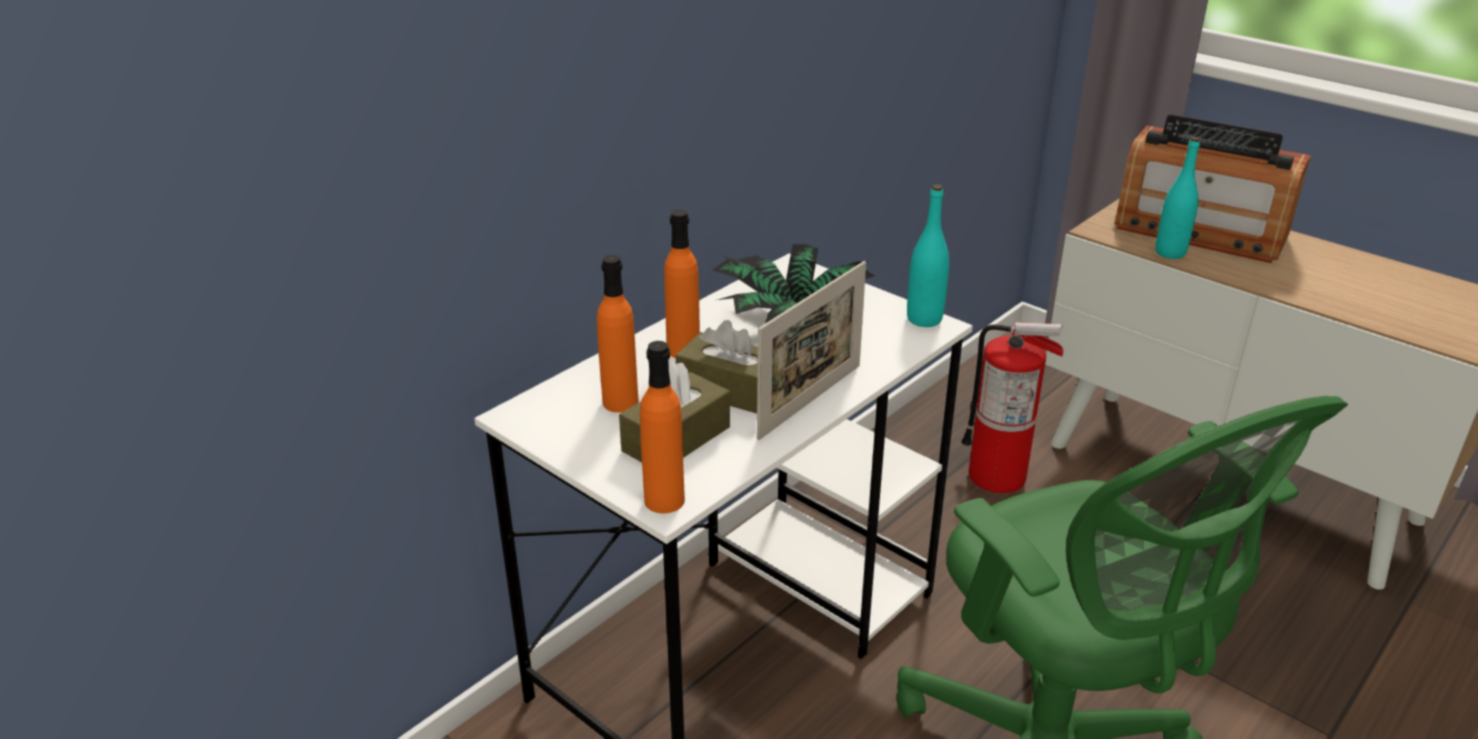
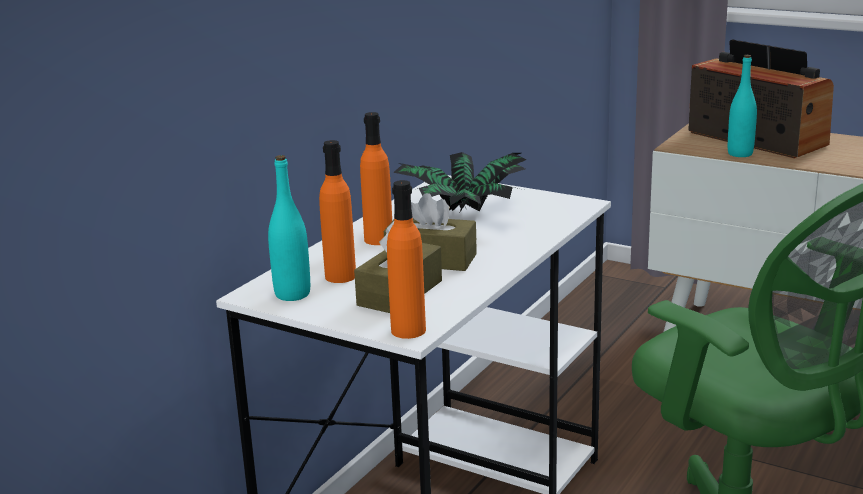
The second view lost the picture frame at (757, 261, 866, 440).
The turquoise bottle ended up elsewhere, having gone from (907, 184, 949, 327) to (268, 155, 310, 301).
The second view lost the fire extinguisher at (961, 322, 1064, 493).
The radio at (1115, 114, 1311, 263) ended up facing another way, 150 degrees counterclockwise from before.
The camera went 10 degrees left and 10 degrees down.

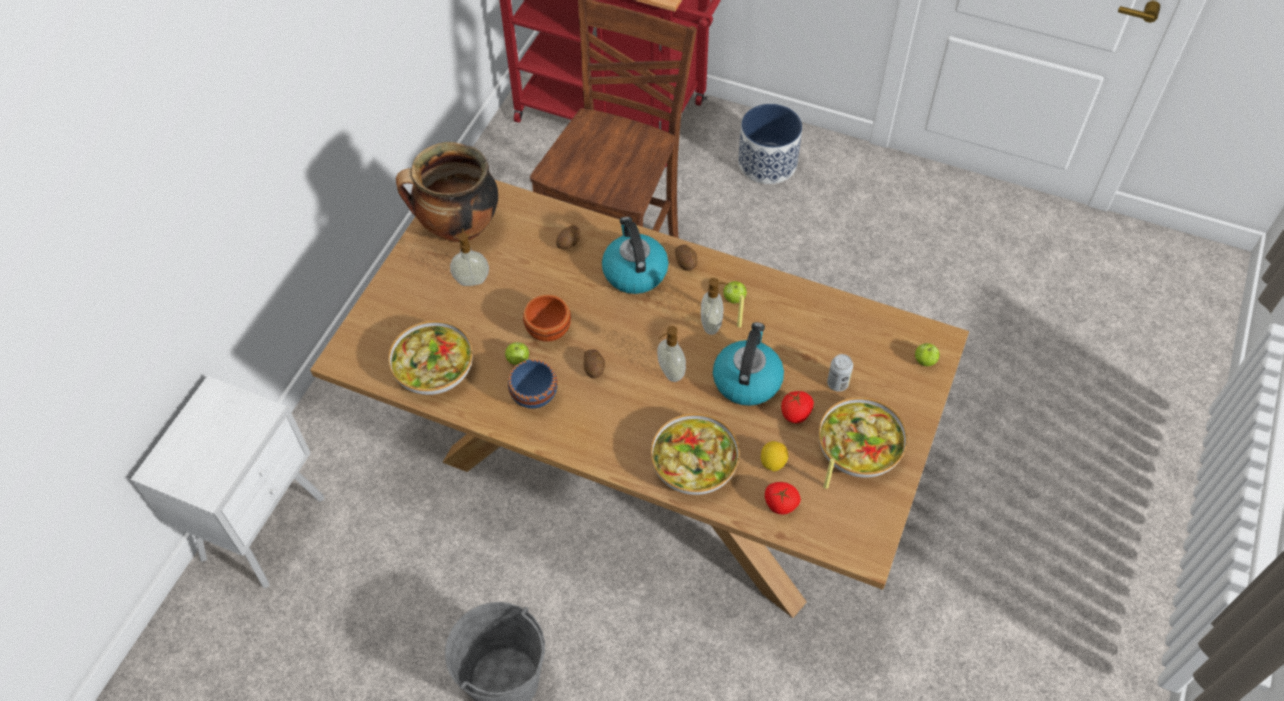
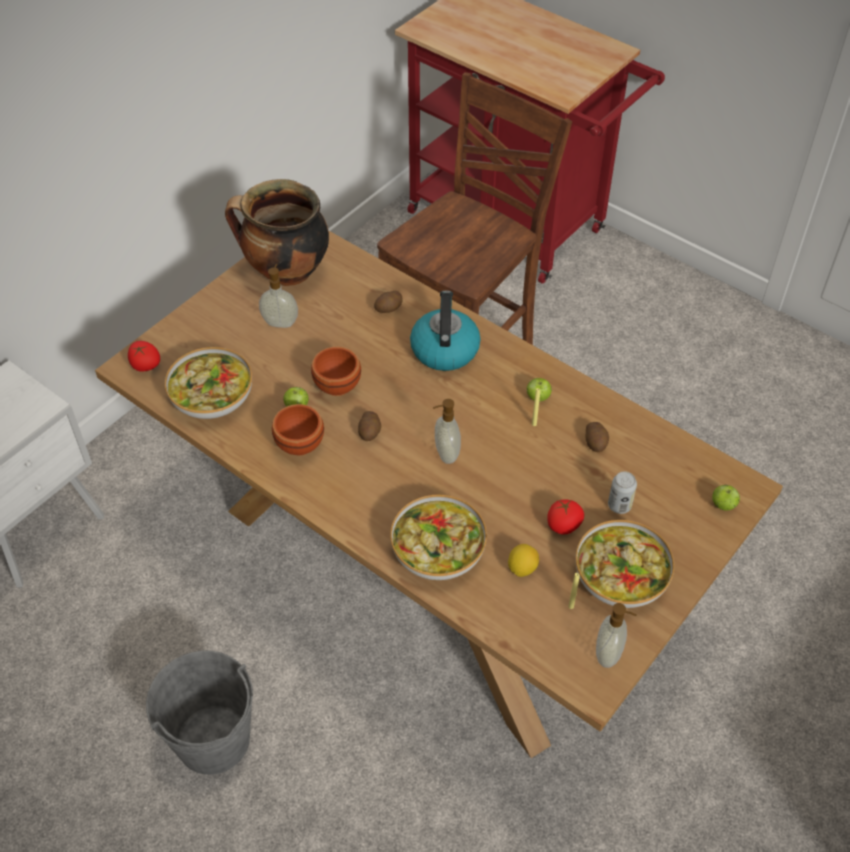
What was the blue bowl at (508, 359, 557, 409) turned into the brown bowl at (272, 404, 324, 455).
The potato ended up elsewhere, having gone from (675, 245, 697, 271) to (586, 422, 609, 452).
The soap dispenser ended up elsewhere, having gone from (701, 278, 728, 335) to (596, 603, 637, 668).
The second view lost the kettle at (713, 322, 784, 406).
The second view lost the planter at (738, 104, 802, 184).
The tomato ended up elsewhere, having gone from (765, 482, 801, 514) to (128, 341, 160, 372).
The camera went 15 degrees right and 5 degrees down.

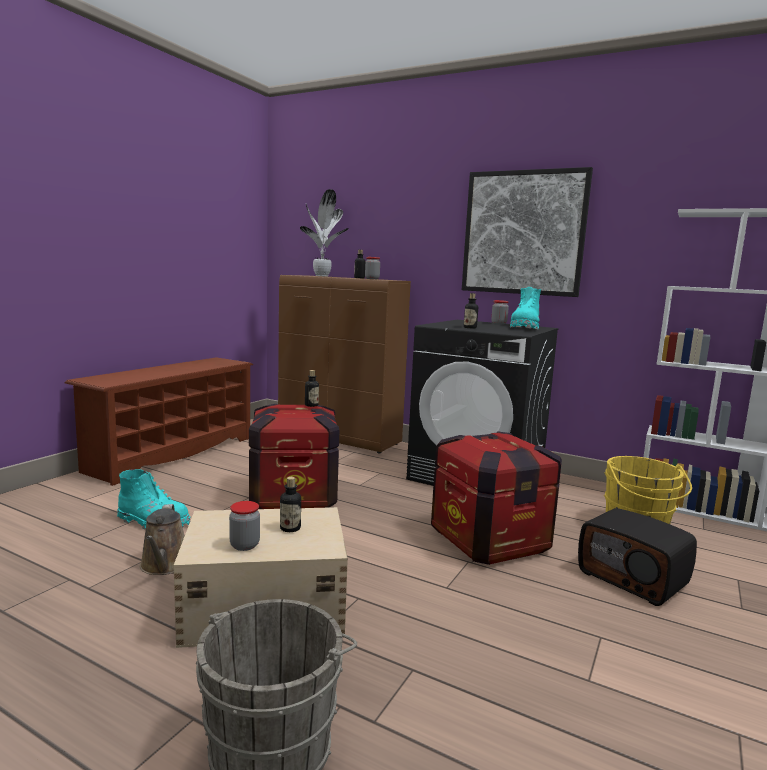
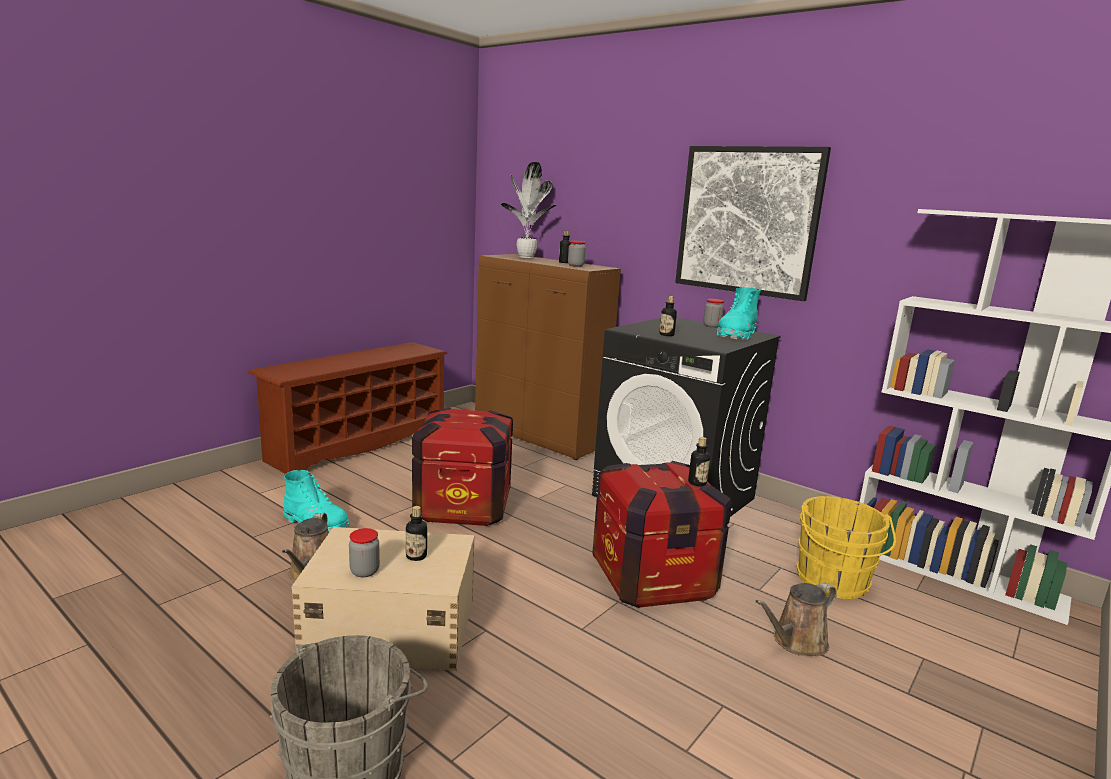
The bottle ended up elsewhere, having gone from (305, 370, 319, 407) to (688, 437, 710, 486).
Where the radio stood at (578, 508, 697, 606), the brown watering can came to stand at (755, 582, 837, 656).
The camera went 10 degrees right and 5 degrees up.

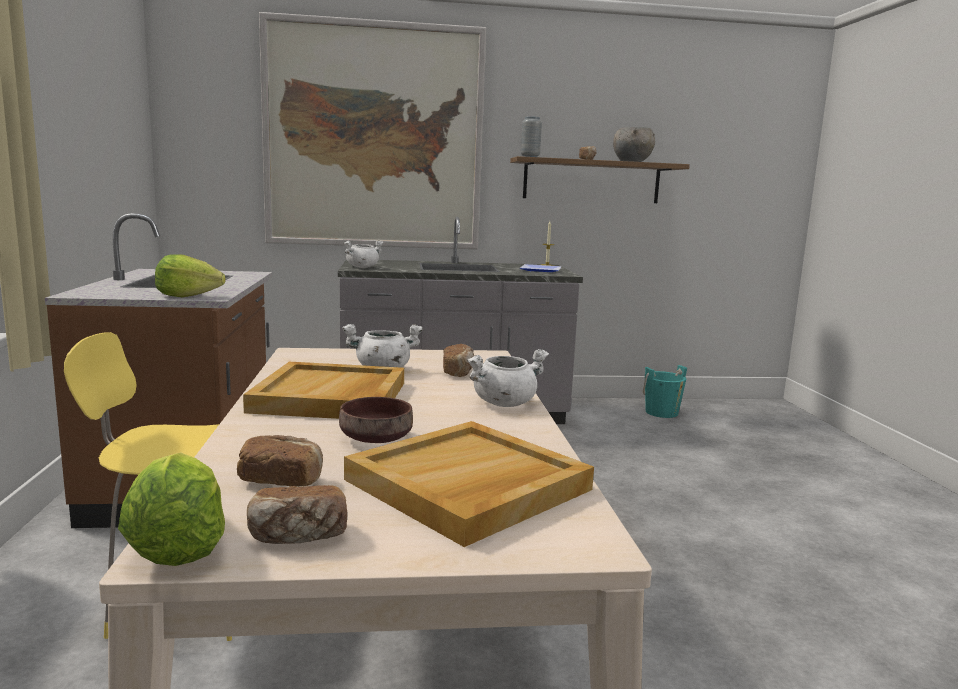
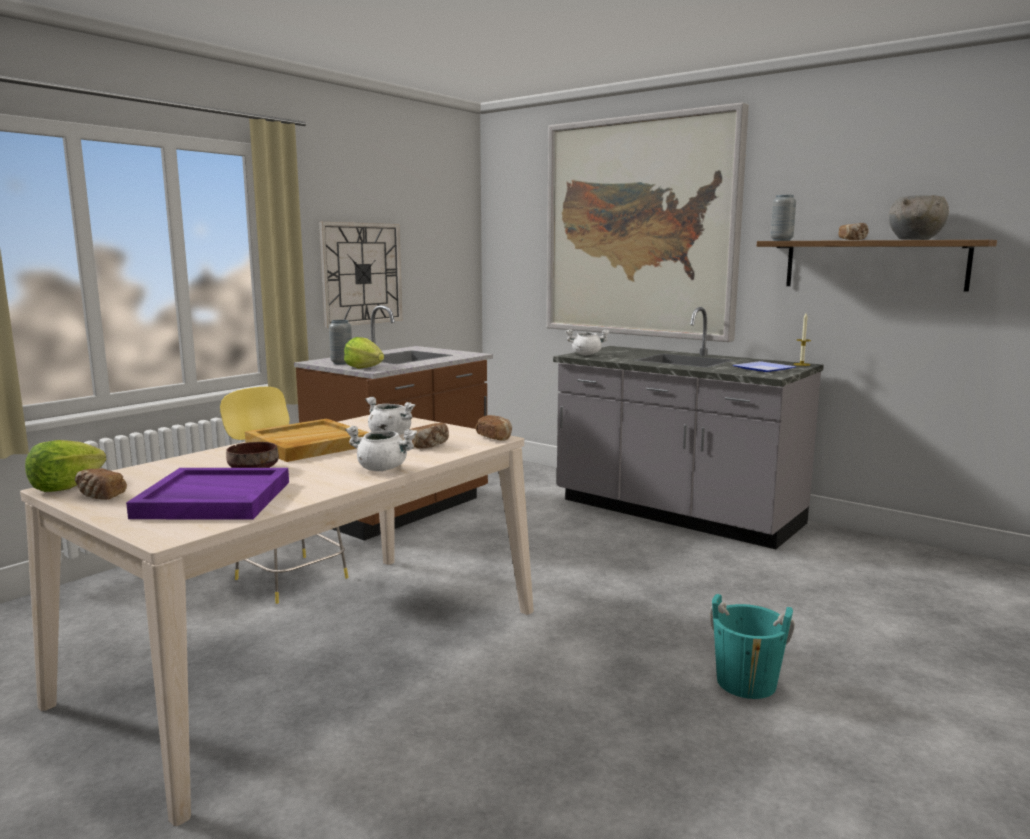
The bread ended up elsewhere, having gone from (237, 435, 323, 487) to (476, 415, 512, 440).
What was the beige tray at (344, 421, 594, 547) turned into the purple tray at (126, 468, 289, 519).
The turquoise bucket ended up elsewhere, having gone from (643, 365, 687, 418) to (710, 594, 795, 699).
The second view gained the wall clock at (319, 222, 402, 328).
The second view gained the grey vase at (329, 320, 352, 365).
The camera went 45 degrees right and 0 degrees up.

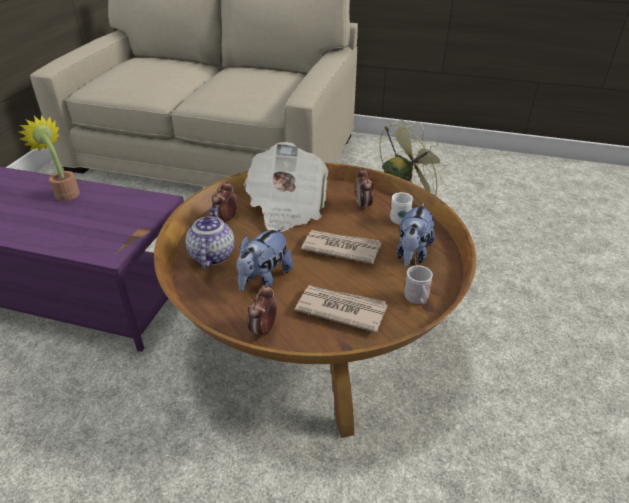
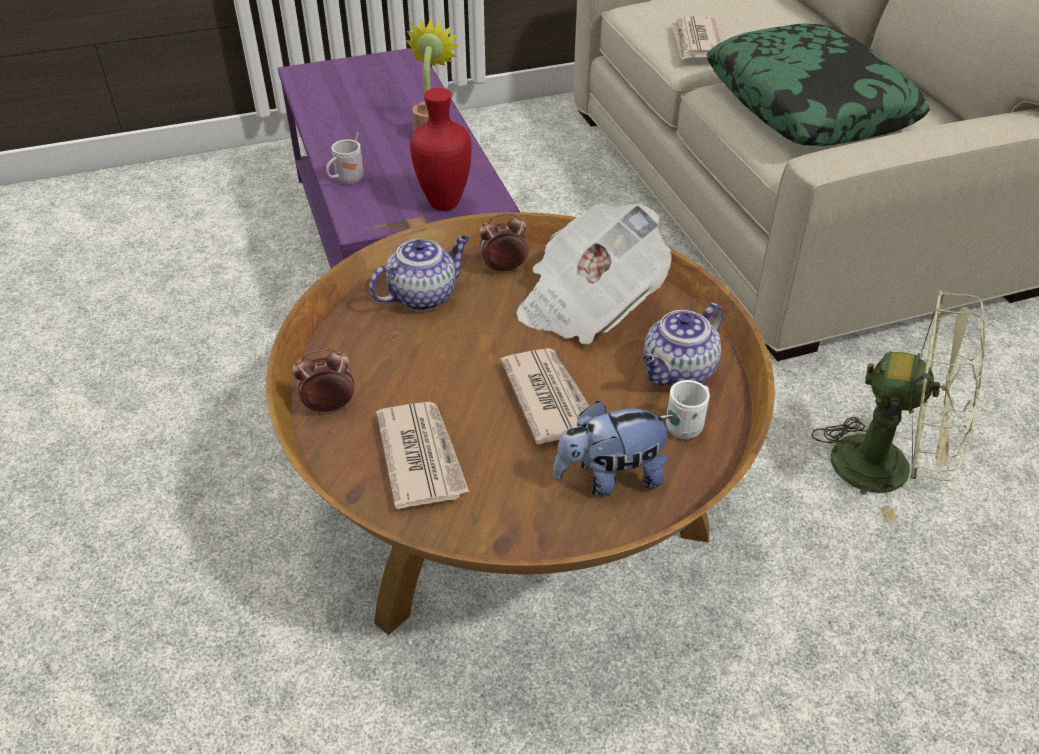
The second view lost the plush toy at (236, 226, 293, 291).
Where the alarm clock stood at (355, 168, 373, 211), the teapot came to stand at (642, 303, 723, 387).
The white mug ended up elsewhere, having gone from (404, 257, 433, 304) to (326, 132, 363, 184).
The second view gained the red vase at (410, 88, 472, 211).
The second view gained the newspaper at (671, 16, 721, 60).
The second view gained the pillow at (707, 24, 930, 146).
The camera went 55 degrees right and 5 degrees up.

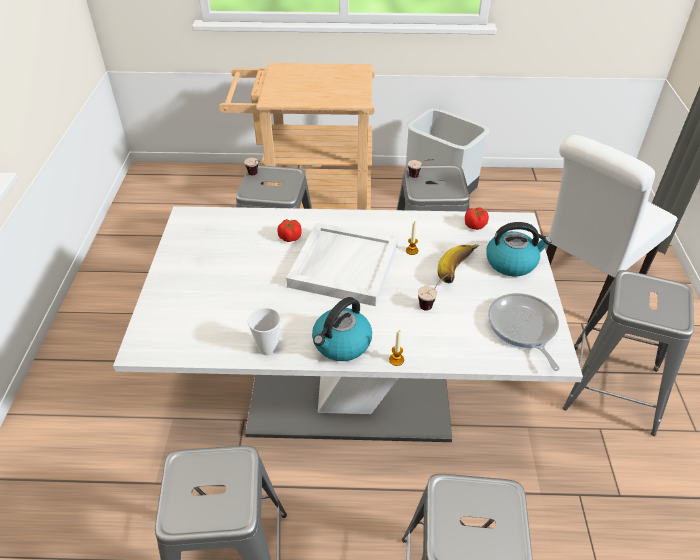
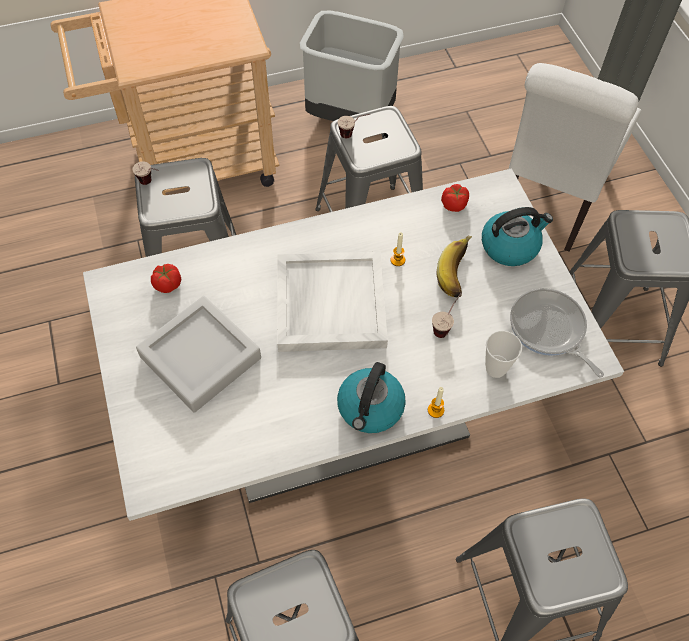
The cup ended up elsewhere, having gone from (248, 308, 281, 355) to (485, 331, 522, 378).
The tomato ended up elsewhere, having gone from (277, 219, 302, 242) to (151, 264, 181, 293).
The second view gained the grey tray at (136, 296, 261, 413).
The camera went 20 degrees left and 15 degrees up.

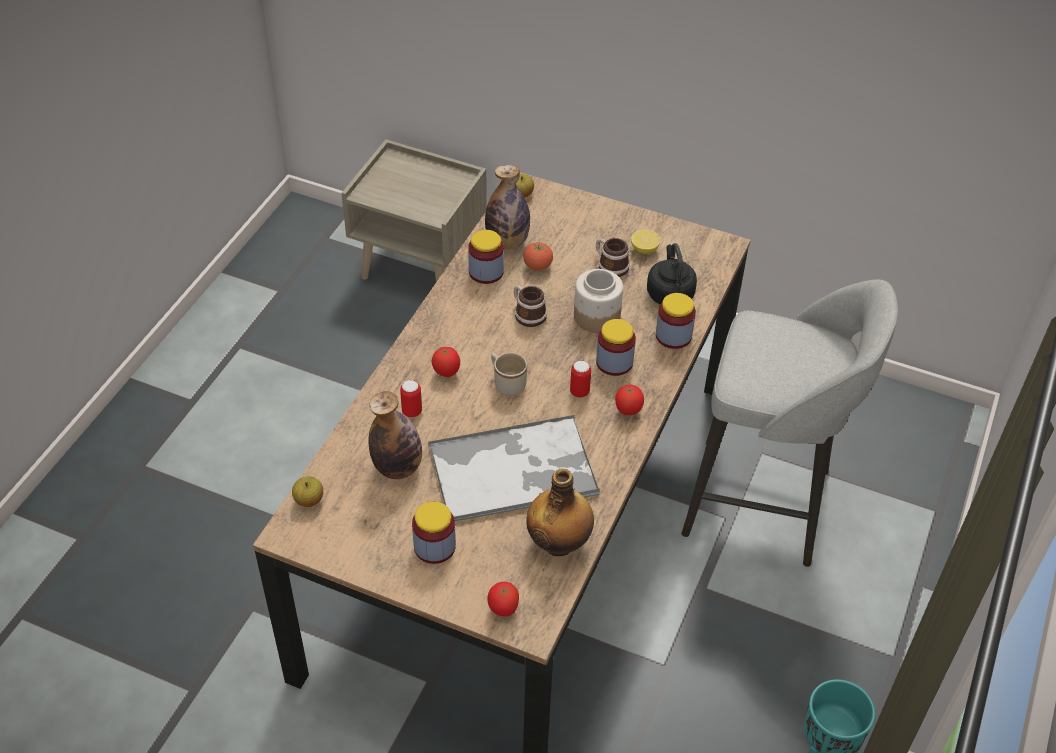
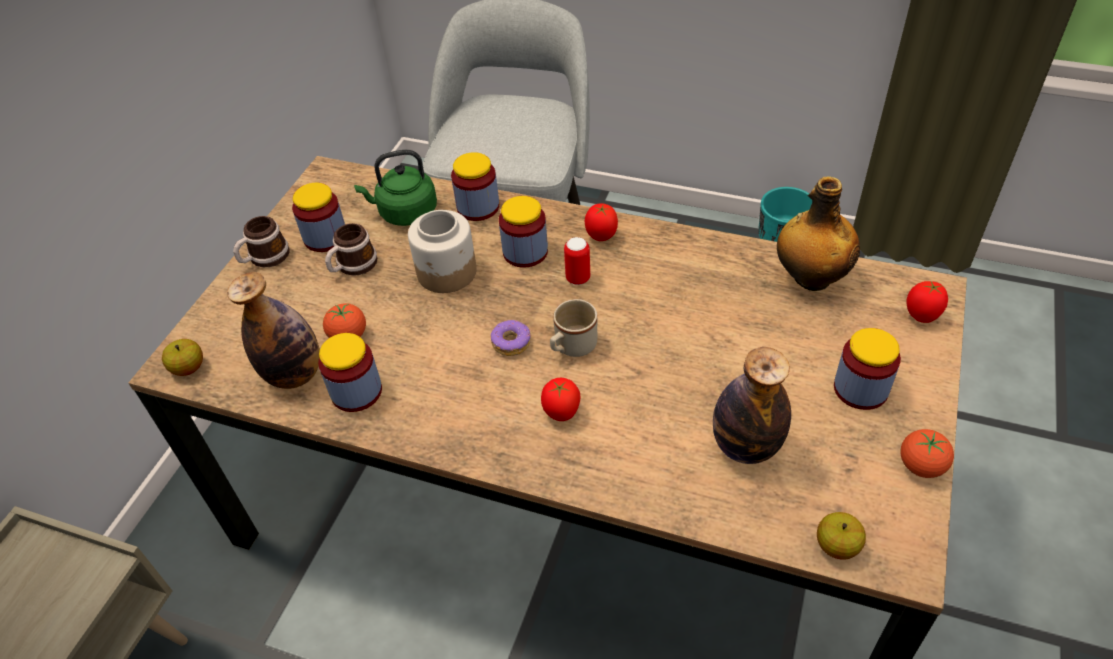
The second view lost the can at (400, 380, 422, 417).
The second view lost the tray at (428, 415, 600, 521).
The mug ended up elsewhere, having gone from (514, 285, 547, 327) to (233, 216, 290, 267).
Where the lemon stood at (631, 230, 661, 254), the jar came to stand at (292, 183, 345, 252).
What was the black kettle at (647, 243, 697, 304) turned into the green kettle at (354, 150, 437, 226).
The second view gained the donut at (491, 320, 531, 356).
The second view gained the tomato at (900, 429, 954, 478).
The camera went 90 degrees left and 0 degrees up.

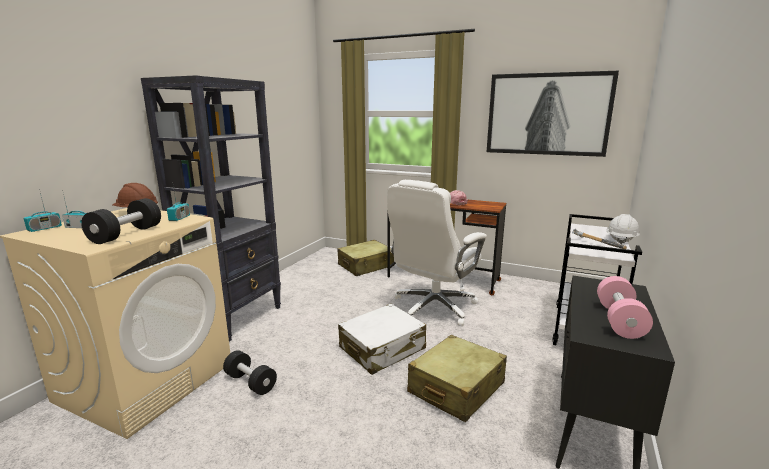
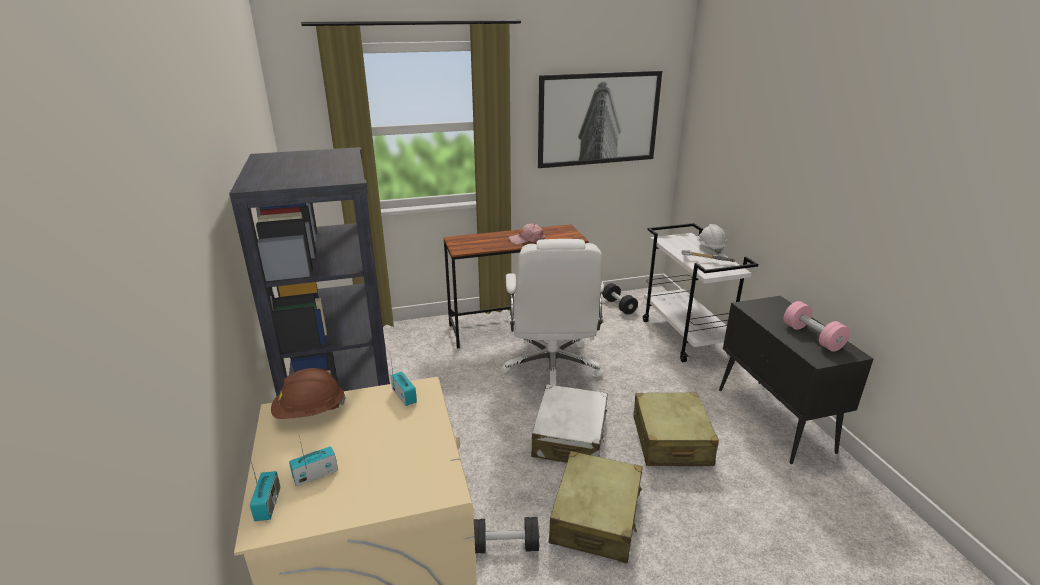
The black dumbbell ended up elsewhere, having gone from (81, 198, 161, 244) to (602, 283, 638, 315).
The beige suitcase ended up elsewhere, having gone from (337, 240, 394, 276) to (549, 451, 643, 563).
The camera went 40 degrees left and 10 degrees up.

